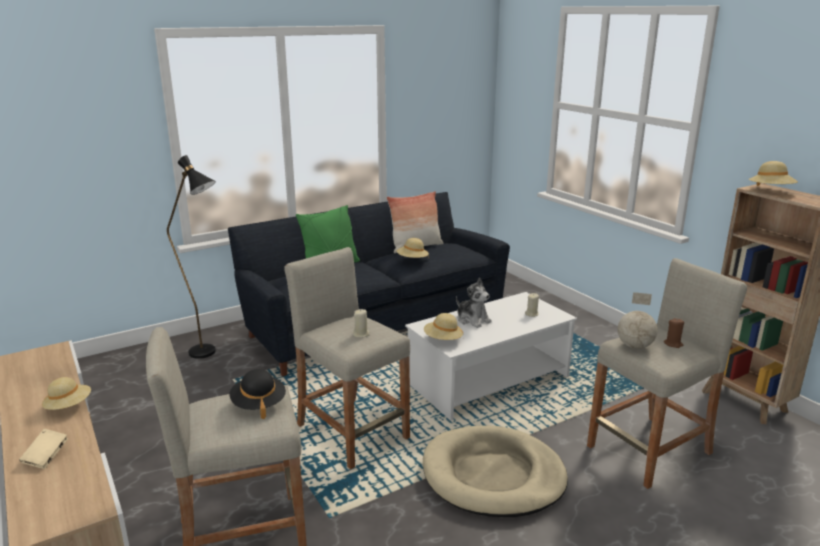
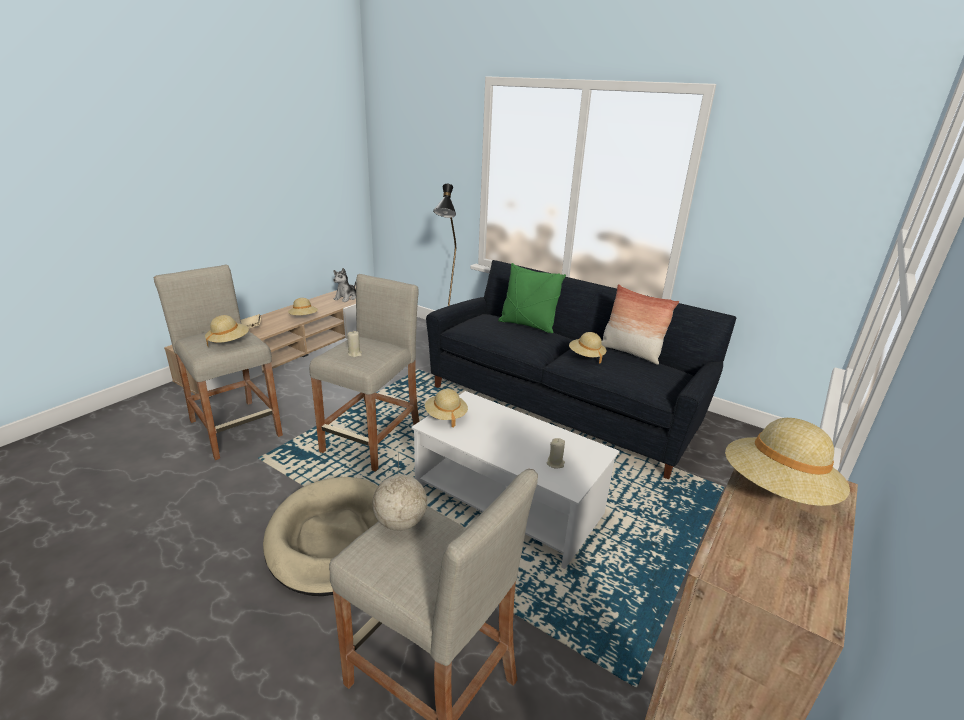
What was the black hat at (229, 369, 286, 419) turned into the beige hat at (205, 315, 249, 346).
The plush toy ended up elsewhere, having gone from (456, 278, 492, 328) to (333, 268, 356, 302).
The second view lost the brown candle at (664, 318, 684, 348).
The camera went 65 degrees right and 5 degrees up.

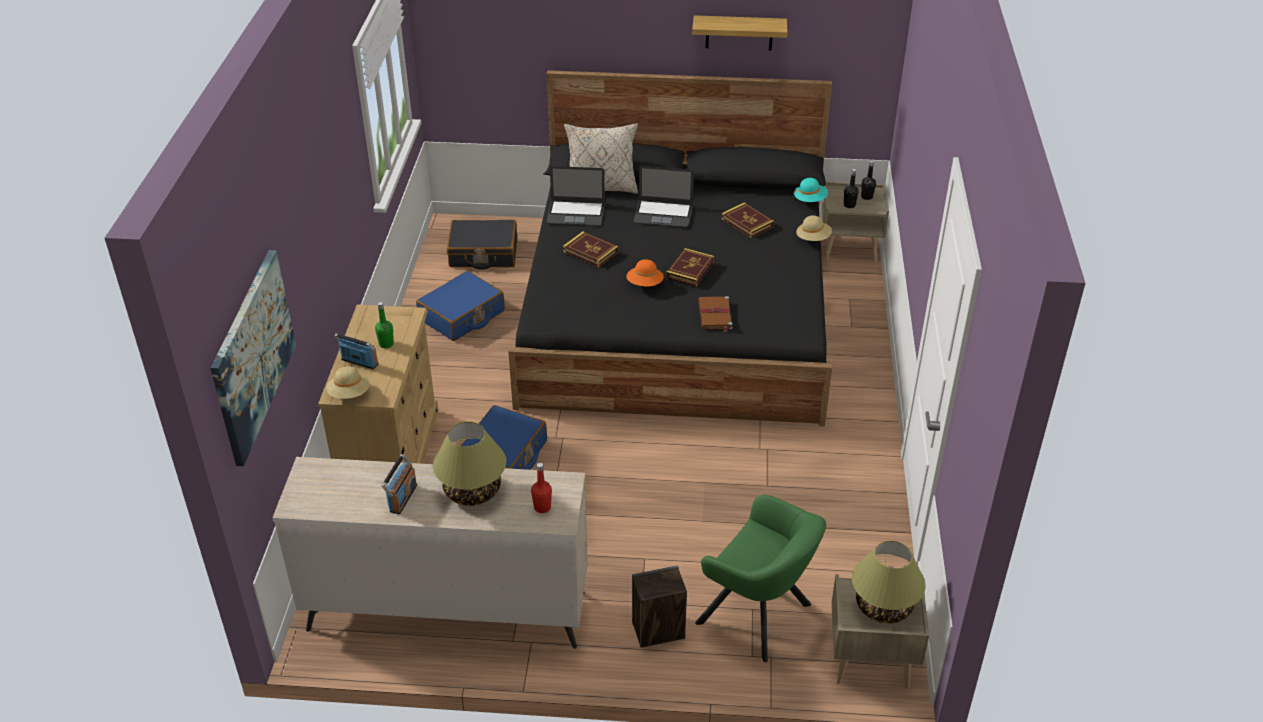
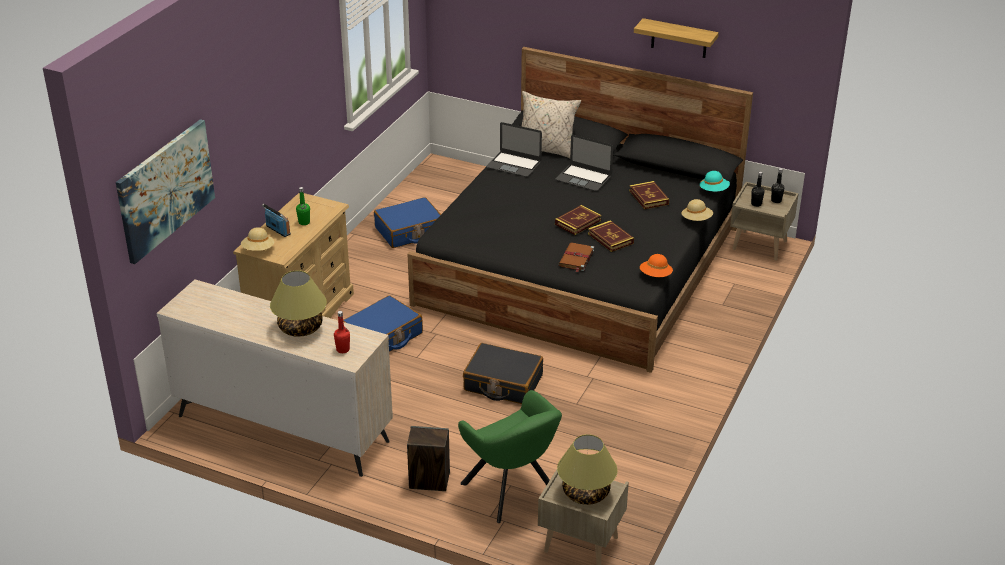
The second view lost the radio at (382, 454, 417, 514).
The black suitcase ended up elsewhere, having gone from (447, 220, 517, 270) to (463, 343, 543, 404).
The book ended up elsewhere, having gone from (563, 231, 618, 267) to (588, 220, 634, 252).
The orange hat ended up elsewhere, having gone from (626, 259, 664, 287) to (640, 254, 673, 277).
The camera went 20 degrees right and 5 degrees down.

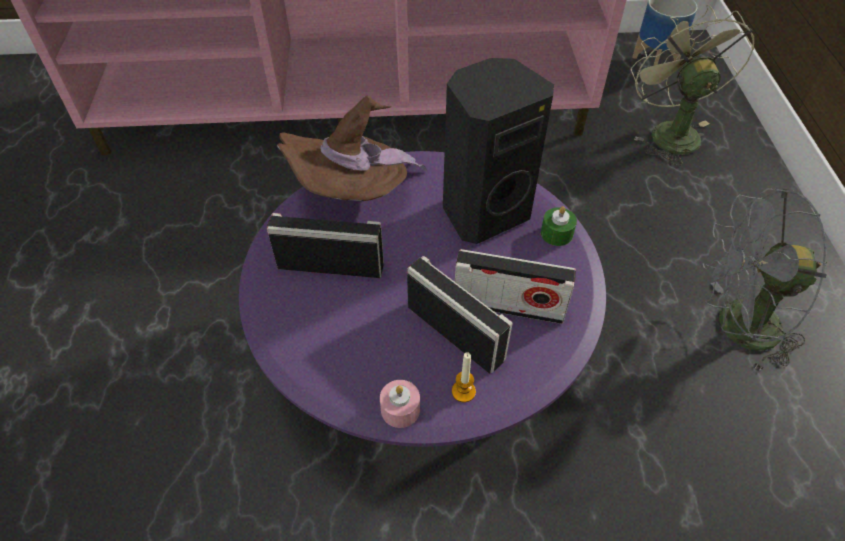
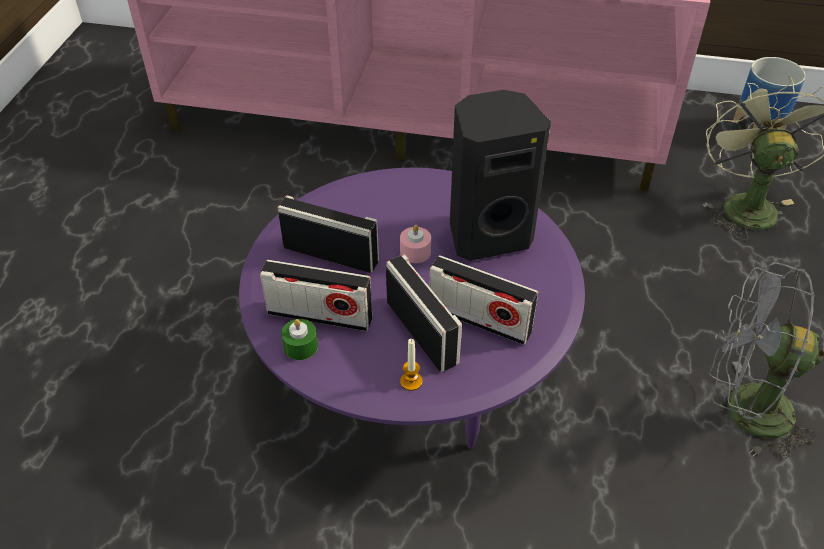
The second view lost the brown hat at (277, 95, 427, 201).
The pink candle ended up elsewhere, having gone from (380, 380, 420, 428) to (400, 225, 431, 263).
The green candle ended up elsewhere, having gone from (541, 206, 577, 246) to (281, 319, 318, 360).
The second view gained the radio at (260, 260, 372, 331).
The camera went 15 degrees right and 5 degrees down.

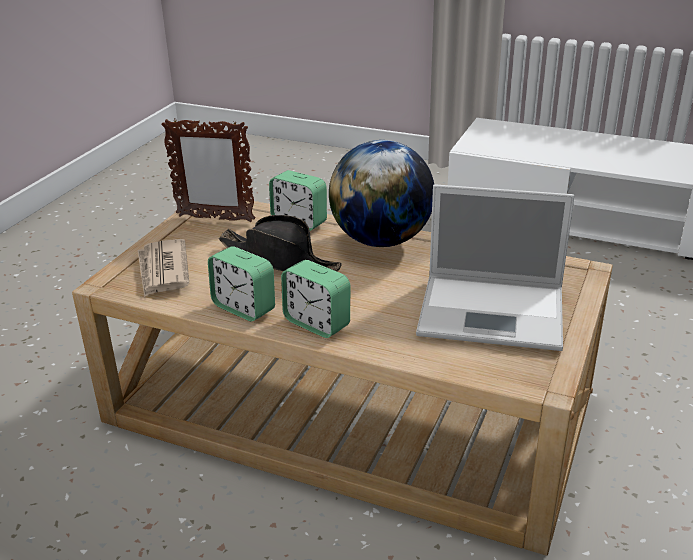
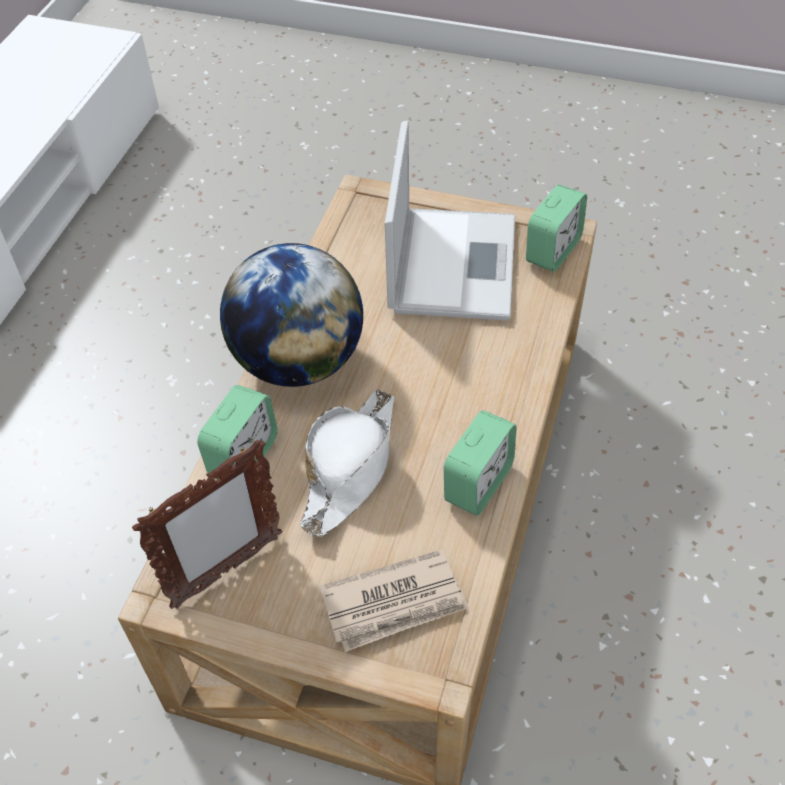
The picture frame at (161, 119, 255, 222) ended up facing another way, 45 degrees clockwise from before.
What was the black hat at (218, 215, 342, 272) turned into the white hat at (300, 389, 394, 537).
The alarm clock ended up elsewhere, having gone from (281, 260, 350, 338) to (526, 185, 587, 272).
The camera went 95 degrees left and 20 degrees up.

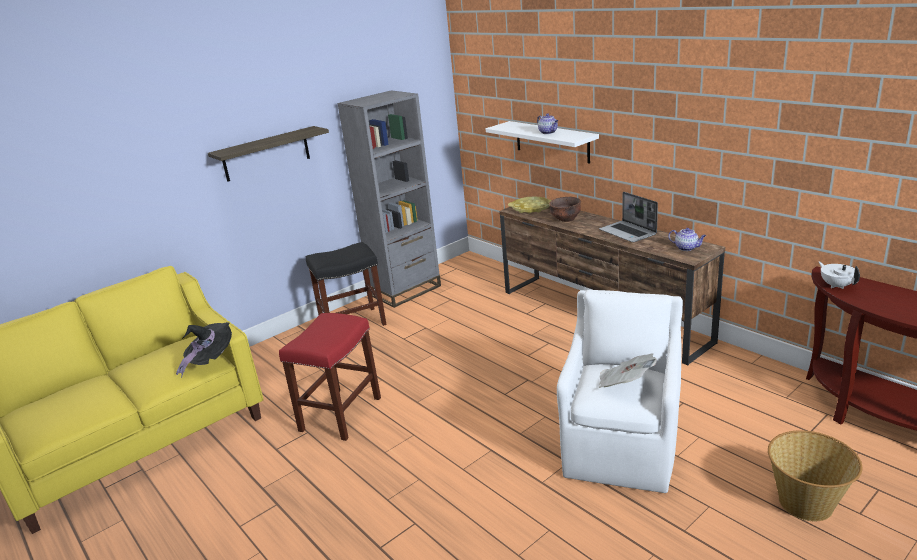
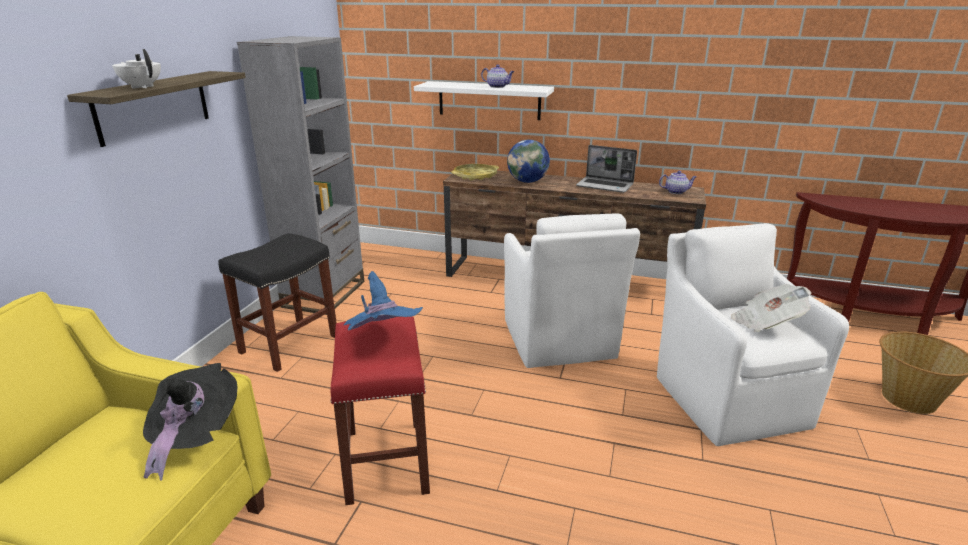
Where the brown bowl stood at (549, 197, 581, 222), the globe came to stand at (507, 140, 550, 183).
The white teapot ended up elsewhere, having gone from (819, 262, 860, 289) to (112, 49, 161, 89).
The second view gained the blue hat at (344, 271, 423, 330).
The second view gained the white armchair at (504, 213, 640, 368).
The camera went 35 degrees left and 0 degrees up.

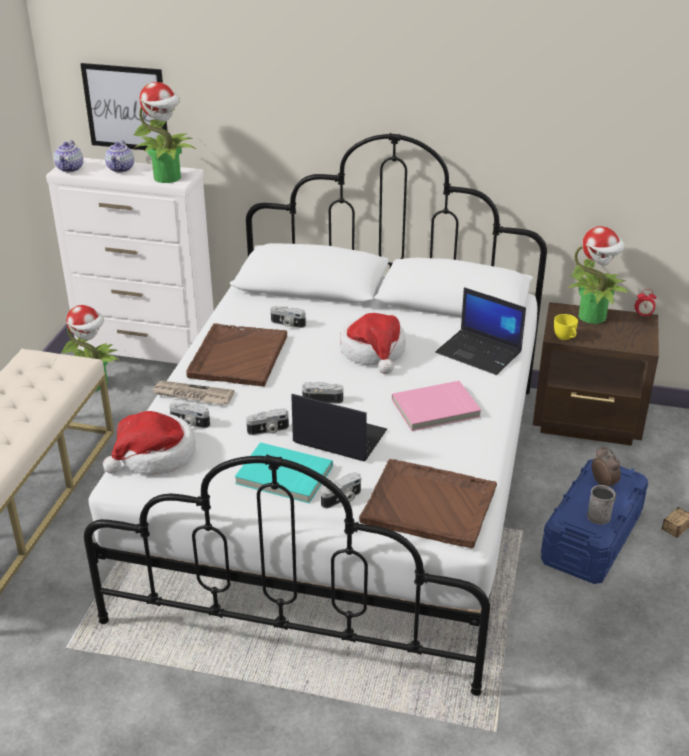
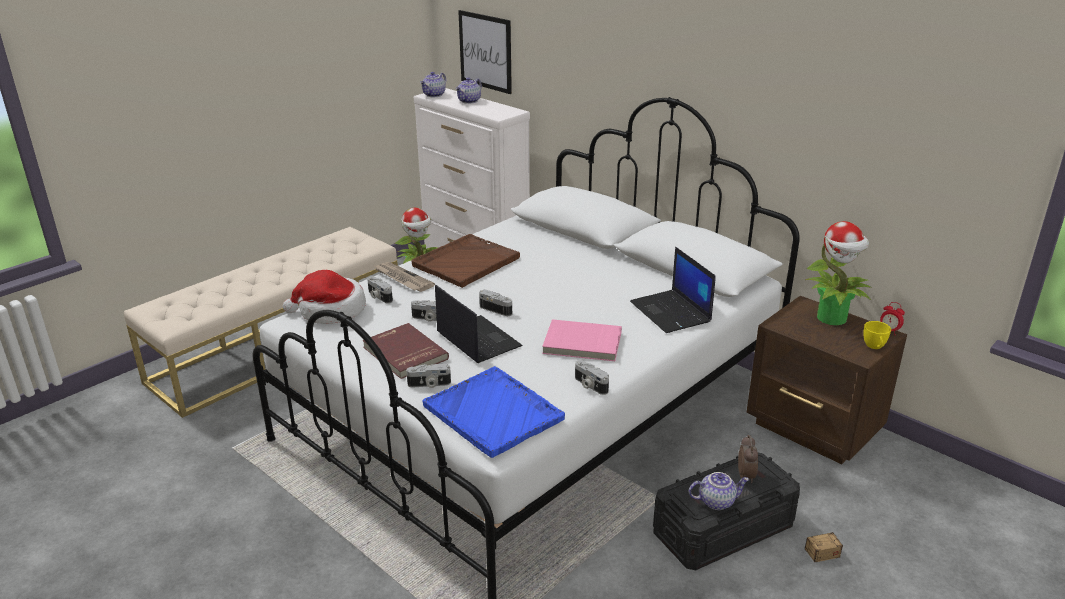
The second view lost the potted plant at (134, 82, 196, 183).
What was the turquoise book at (235, 442, 333, 503) turned into the red book at (363, 323, 449, 379).
The photo camera ended up elsewhere, having gone from (271, 306, 306, 328) to (575, 360, 609, 395).
The second view lost the hat at (340, 313, 406, 374).
What was the brown tray at (359, 459, 497, 548) turned into the blue tray at (422, 366, 565, 458).
What was the blue storage box at (541, 459, 648, 584) turned into the black storage box at (653, 453, 800, 570).
The yellow cup ended up elsewhere, having gone from (554, 314, 578, 340) to (863, 321, 891, 349).
Where the grey mug stood at (587, 485, 616, 524), the teapot came to stand at (689, 472, 750, 510).
The camera went 30 degrees right and 5 degrees down.

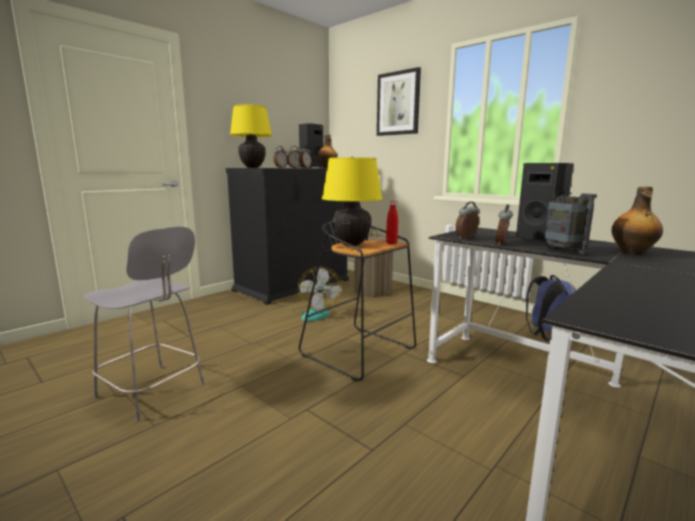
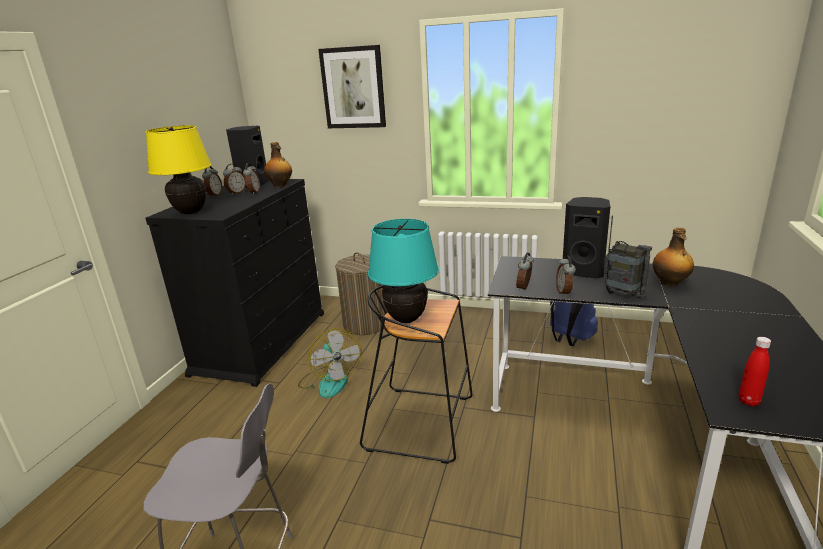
What was the yellow table lamp at (322, 156, 383, 246) turned into the turquoise table lamp at (368, 219, 439, 323).
The red bottle ended up elsewhere, having gone from (386, 201, 398, 244) to (739, 337, 771, 406).
The camera went 25 degrees left and 10 degrees up.

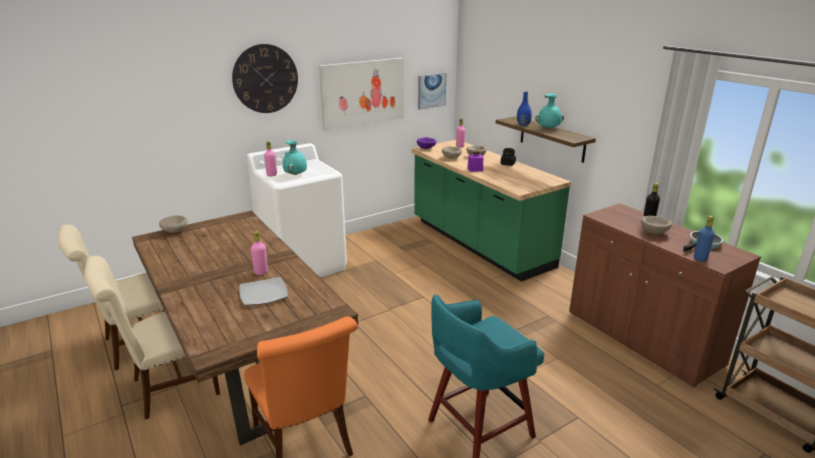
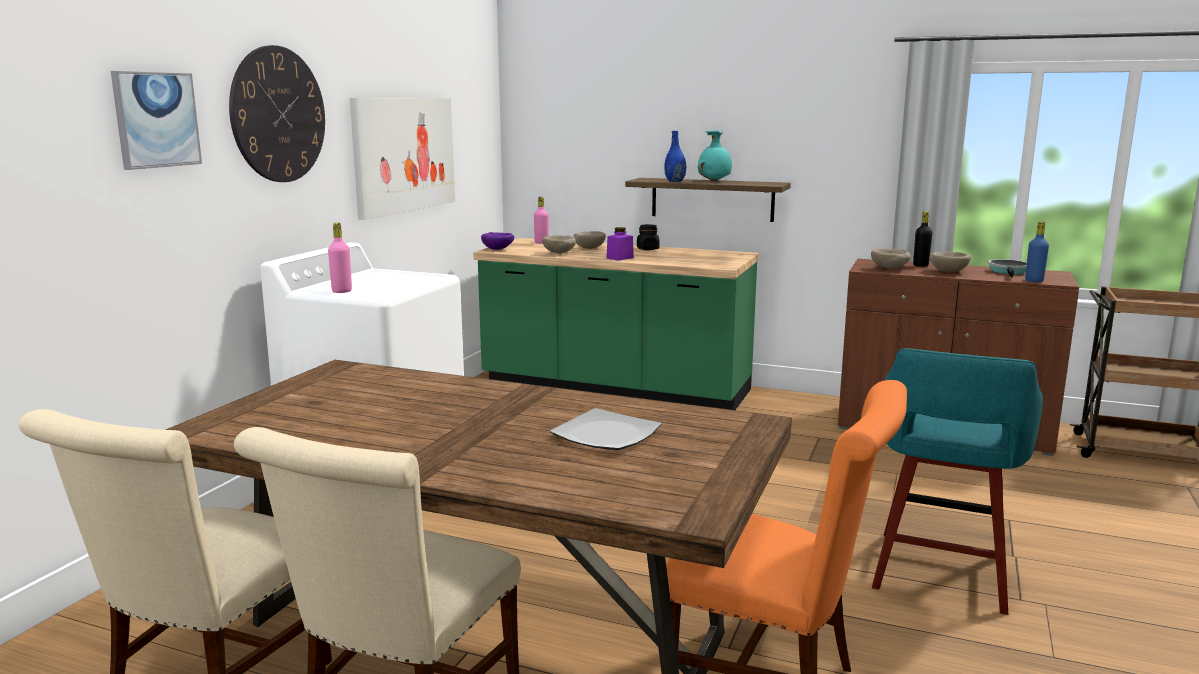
The beige bowl ended up elsewhere, having gone from (159, 215, 187, 233) to (871, 248, 911, 269).
The second view lost the pink bottle at (251, 231, 268, 275).
The second view lost the turquoise vase at (283, 140, 307, 175).
The picture ended up elsewhere, having gone from (418, 73, 446, 110) to (111, 71, 202, 170).
The camera went 35 degrees left and 10 degrees down.

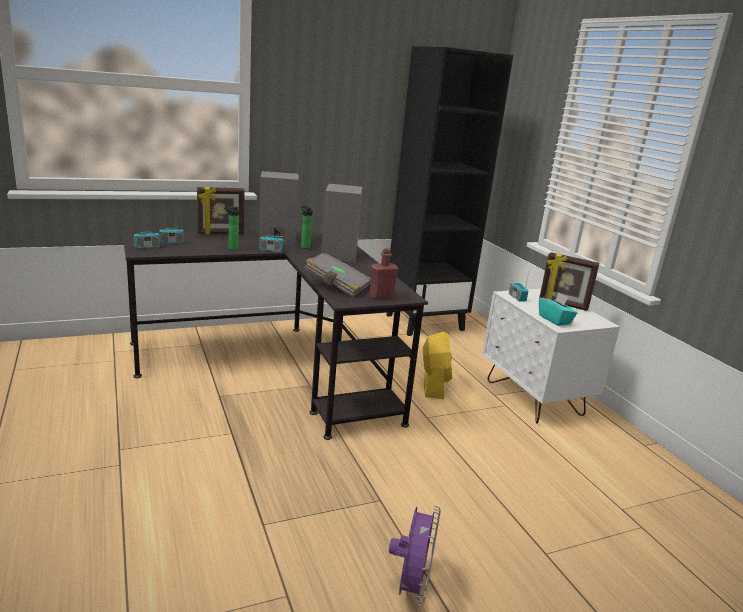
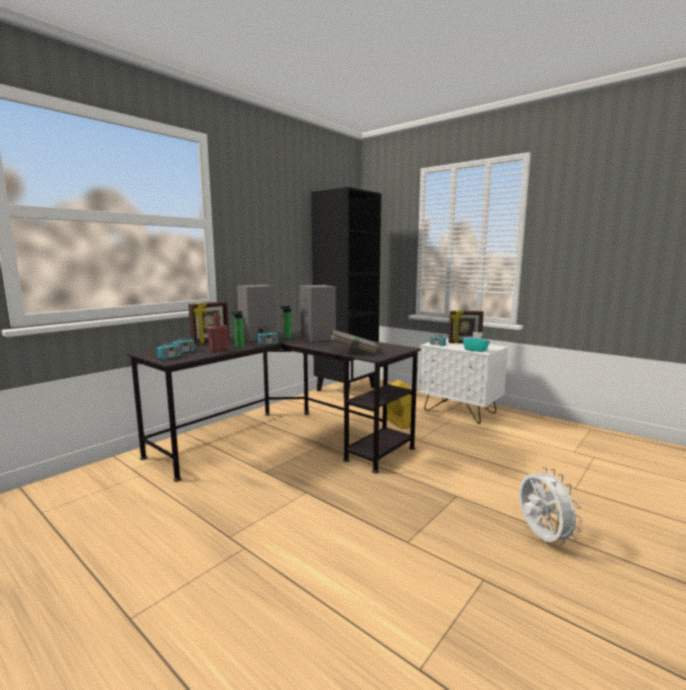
The red bottle ended up elsewhere, having gone from (370, 248, 398, 299) to (207, 313, 228, 352).
What was the purple fan at (389, 506, 441, 606) turned into the white fan at (519, 467, 582, 544).
The camera went 25 degrees left and 10 degrees down.

